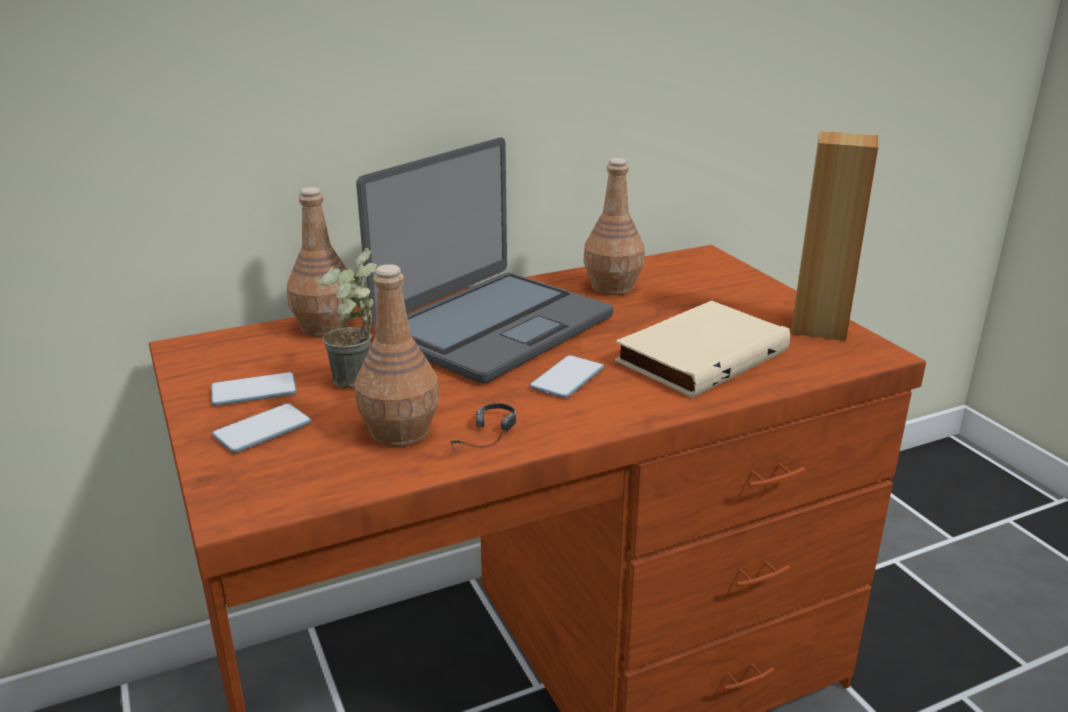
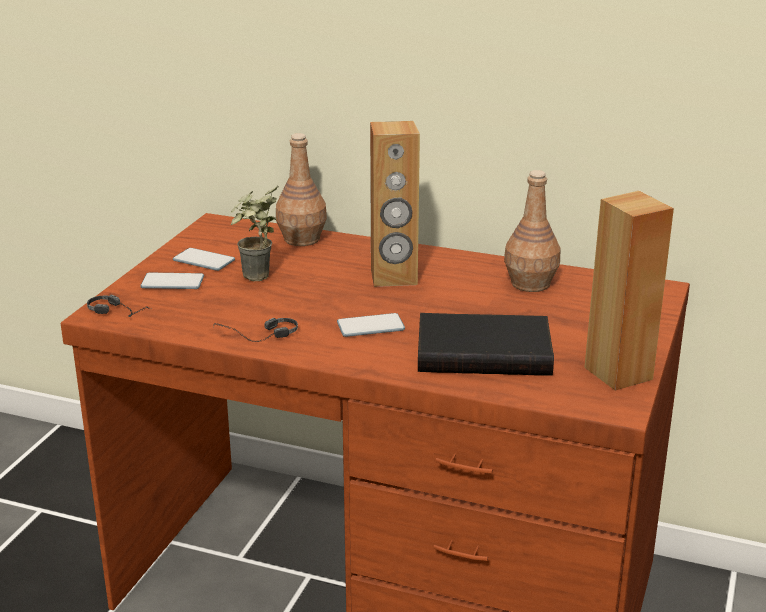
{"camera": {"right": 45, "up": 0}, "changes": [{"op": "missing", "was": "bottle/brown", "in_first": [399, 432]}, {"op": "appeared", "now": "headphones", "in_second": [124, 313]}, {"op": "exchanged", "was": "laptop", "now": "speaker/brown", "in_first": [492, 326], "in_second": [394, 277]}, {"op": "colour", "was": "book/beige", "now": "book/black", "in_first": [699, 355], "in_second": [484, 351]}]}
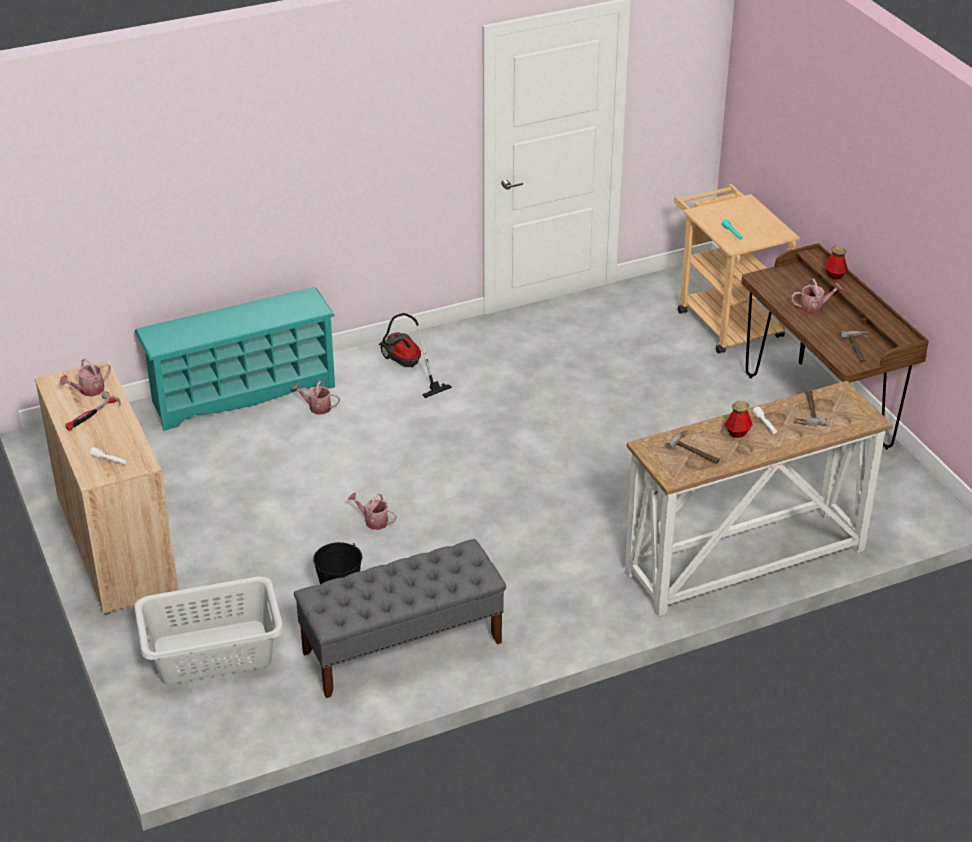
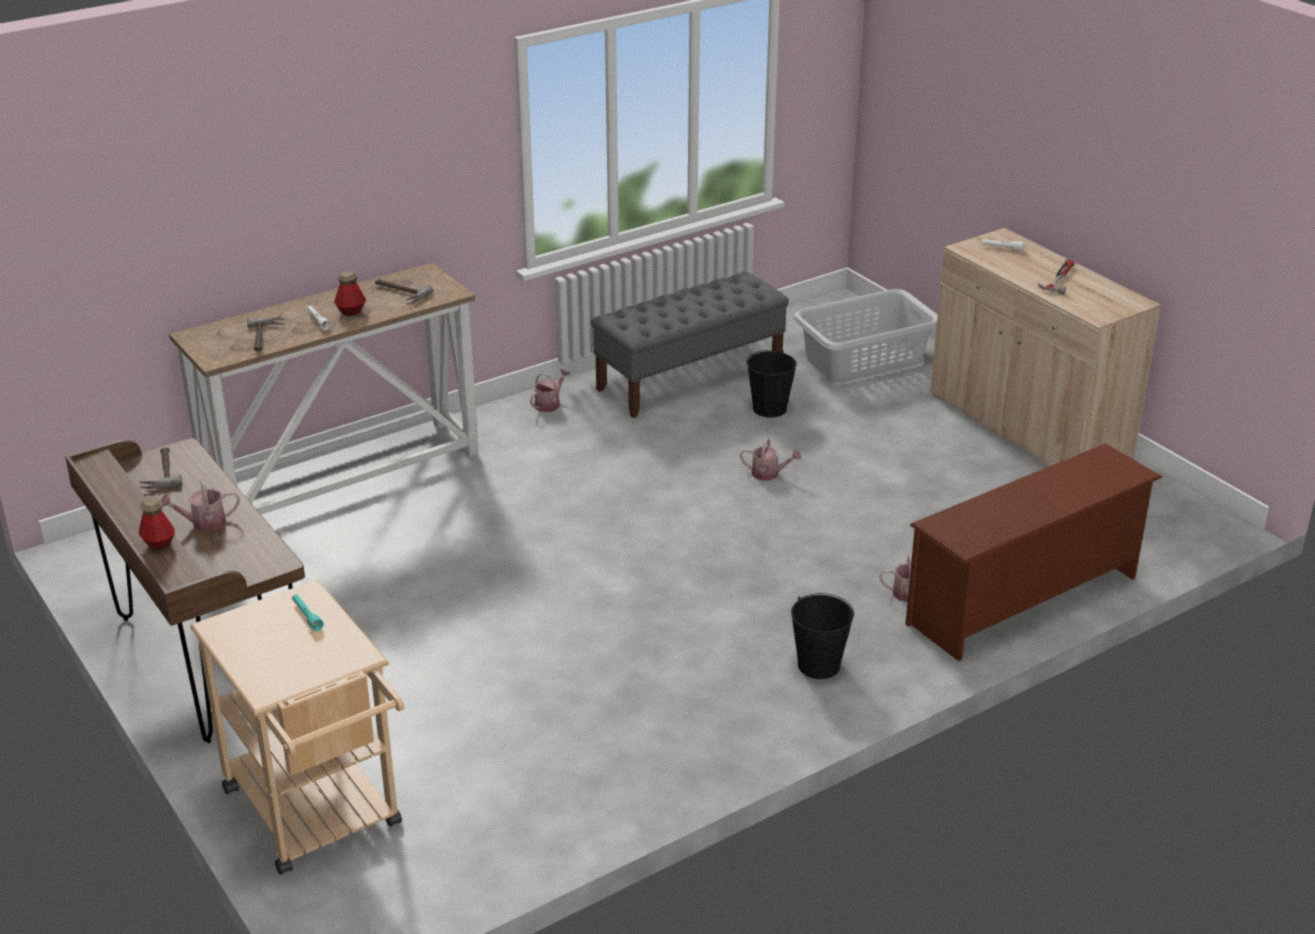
{"camera": {"right": 170, "up": -5}, "changes": [{"op": "relocated", "was": "watering can", "in_first": [88, 391], "in_second": [549, 404]}, {"op": "exchanged", "was": "vacuum cleaner", "now": "bucket/black", "in_first": [406, 367], "in_second": [818, 665]}, {"op": "colour", "was": "shoe rack/turquoise", "now": "shoe rack/brown", "in_first": [243, 393], "in_second": [1024, 601]}]}
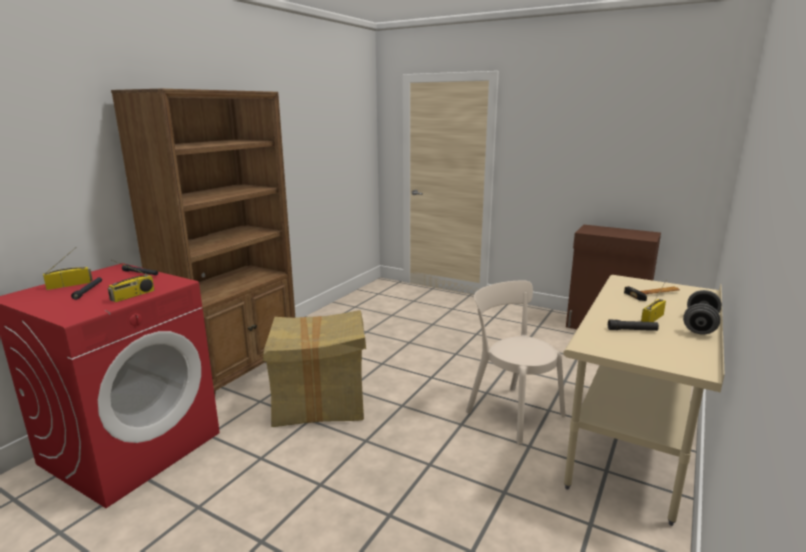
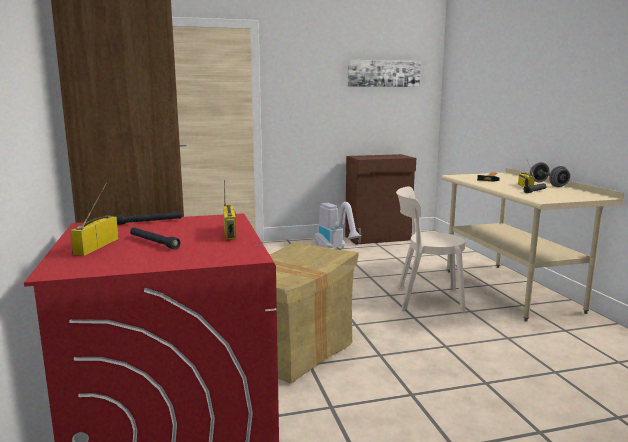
{"camera": {"right": -45, "up": -5}, "changes": [{"op": "appeared", "now": "vacuum cleaner", "in_second": [336, 248]}, {"op": "appeared", "now": "picture", "in_second": [383, 73]}]}
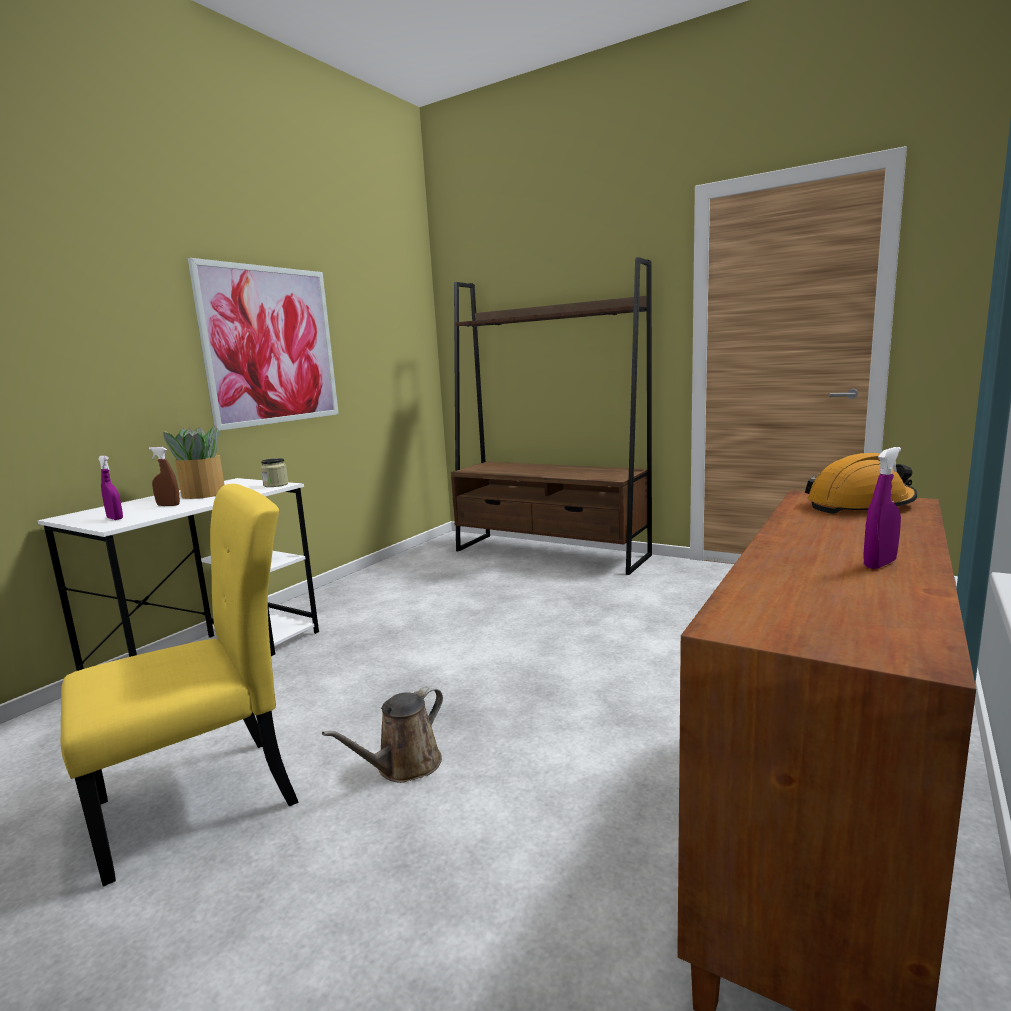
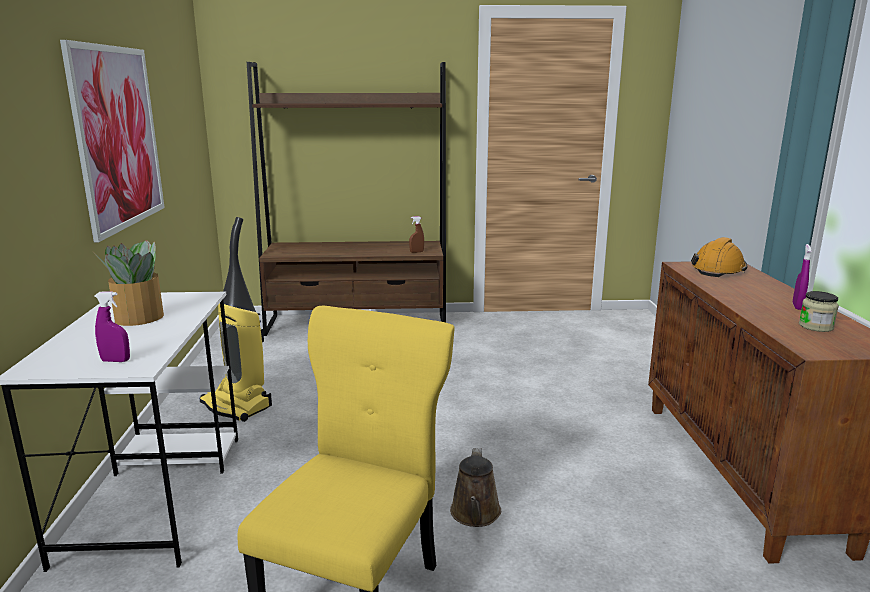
{"camera": {"right": -35, "up": 5}, "changes": [{"op": "appeared", "now": "vacuum cleaner", "in_second": [238, 405]}, {"op": "relocated", "was": "spray bottle/brown", "in_first": [168, 505], "in_second": [416, 252]}, {"op": "relocated", "was": "jar", "in_first": [276, 485], "in_second": [815, 326]}]}
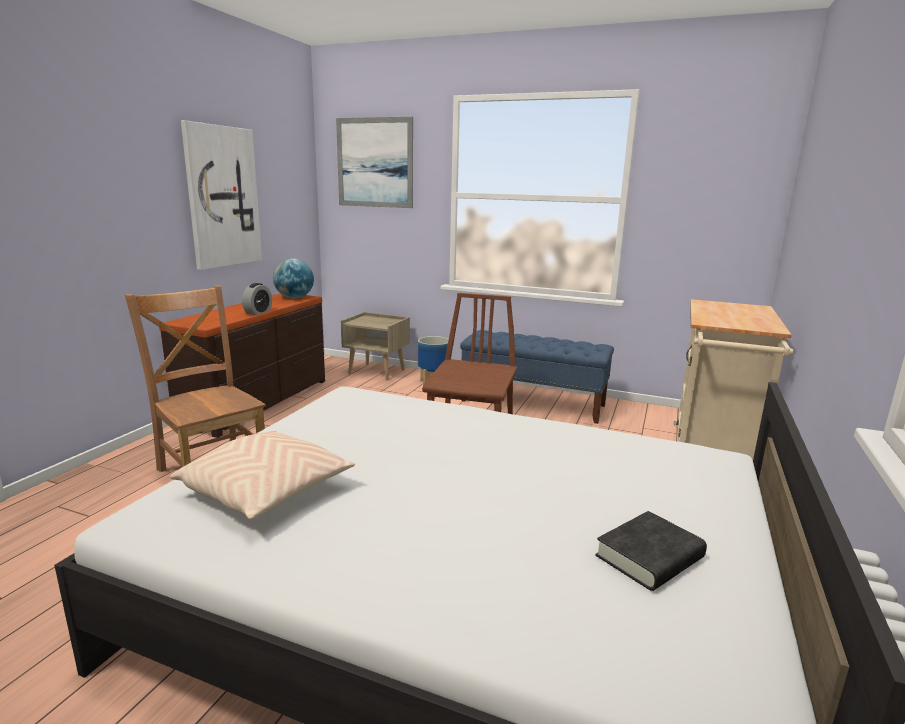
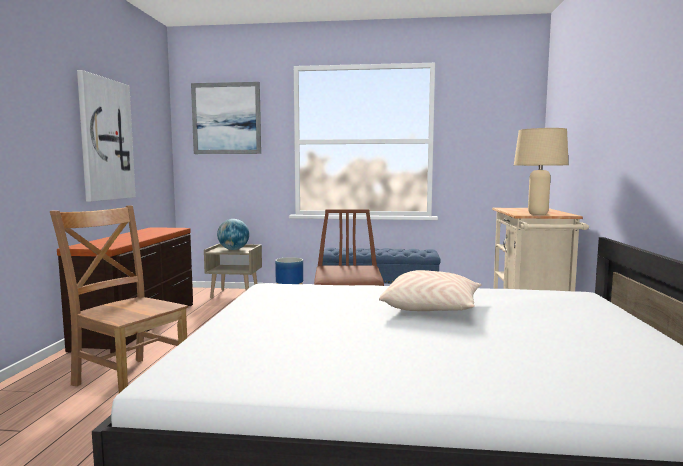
{"camera": {"right": -15, "up": -10}, "changes": [{"op": "missing", "was": "alarm clock", "in_first": [258, 312]}, {"op": "missing", "was": "book/black", "in_first": [649, 557]}, {"op": "appeared", "now": "table lamp/beige", "in_second": [537, 214]}, {"op": "relocated", "was": "pillow/beige", "in_first": [267, 492], "in_second": [431, 308]}, {"op": "relocated", "was": "globe", "in_first": [294, 298], "in_second": [233, 249]}]}
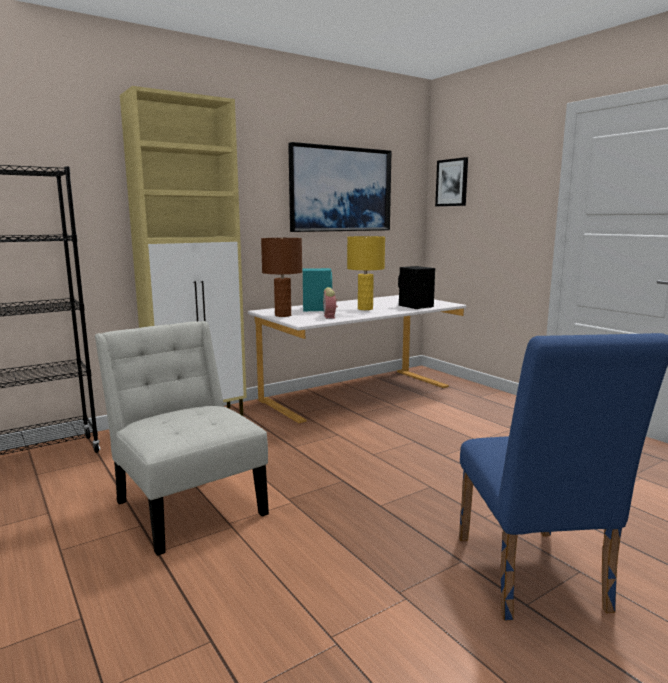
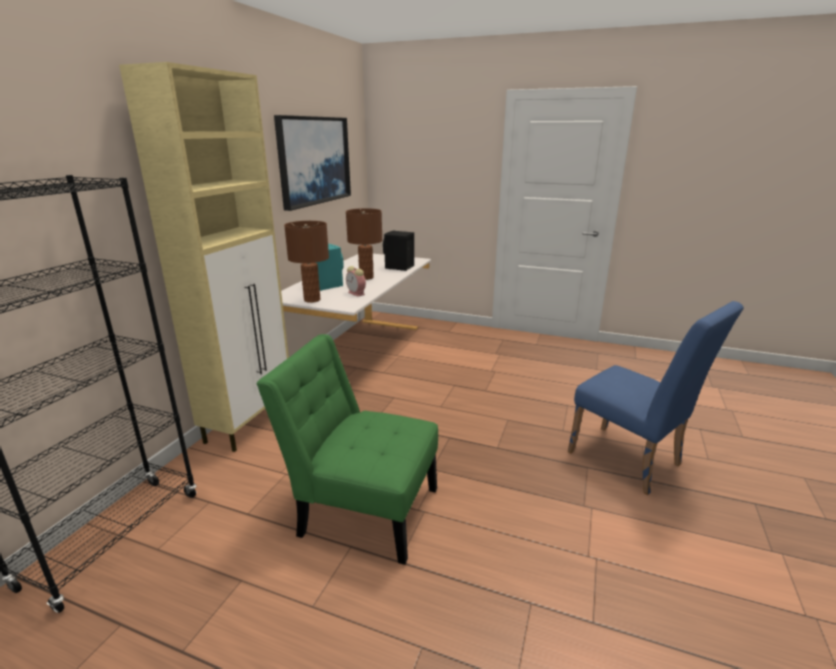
{"camera": {"right": -35, "up": 10}, "changes": [{"op": "missing", "was": "picture", "in_first": [452, 182]}, {"op": "colour", "was": "chair/white", "now": "chair/green", "in_first": [188, 504], "in_second": [362, 509]}, {"op": "colour", "was": "table lamp/yellow", "now": "table lamp/brown", "in_first": [365, 309], "in_second": [366, 277]}]}
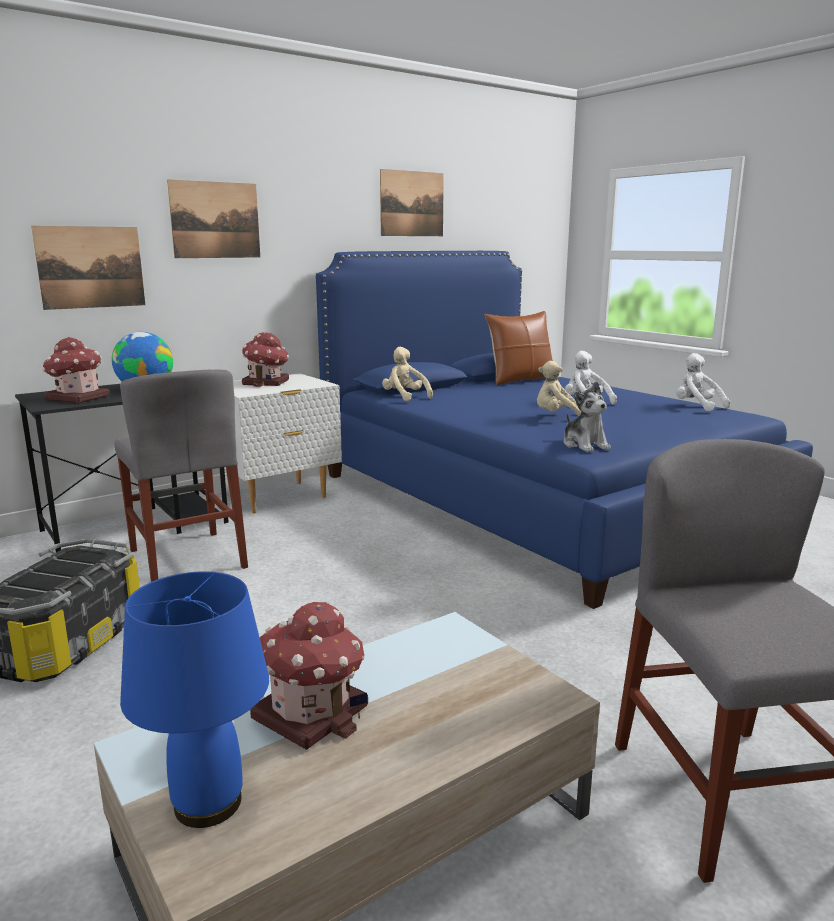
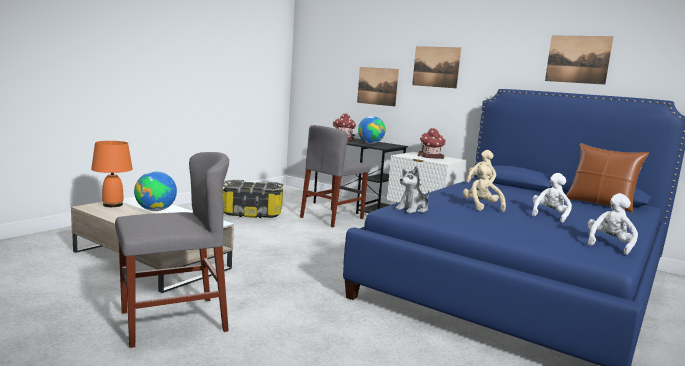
{"camera": {"right": 70, "up": -5}, "changes": [{"op": "exchanged", "was": "toy house", "now": "globe", "in_first": [312, 712], "in_second": [156, 210]}, {"op": "colour", "was": "table lamp/blue", "now": "table lamp/orange", "in_first": [209, 804], "in_second": [112, 205]}]}
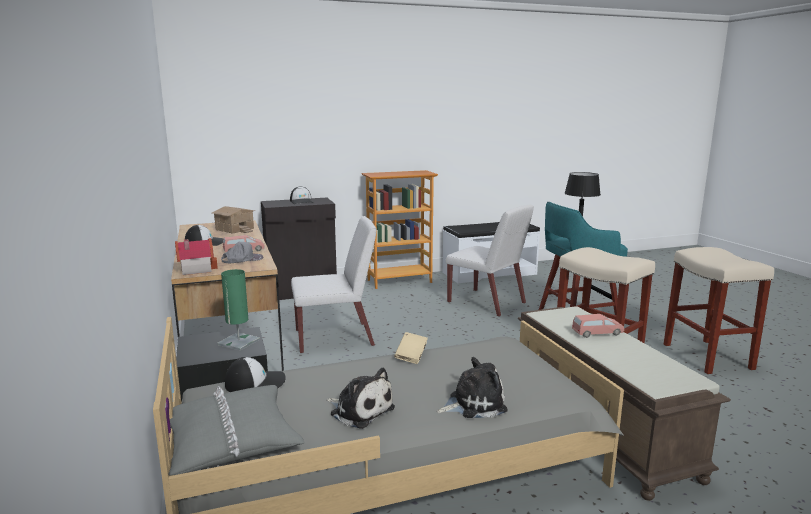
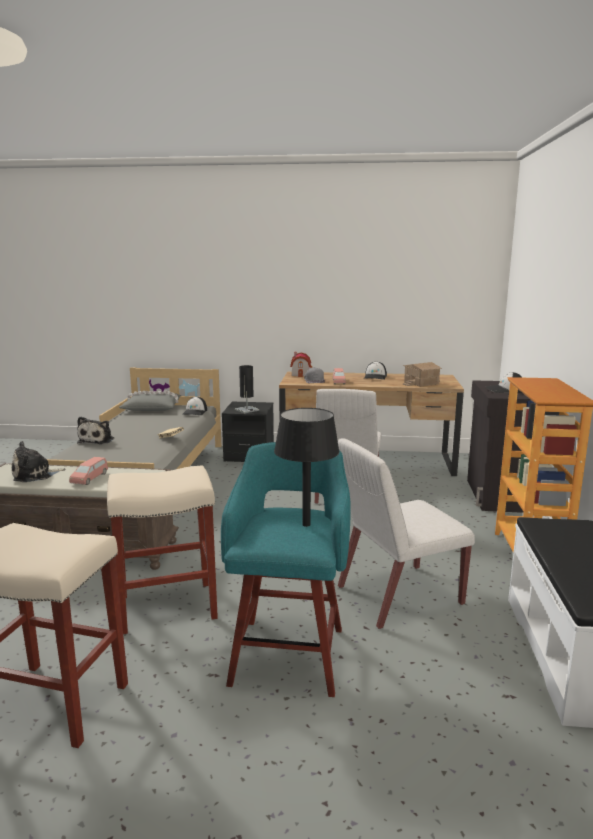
{"camera": {"right": 115, "up": 0}, "changes": [{"op": "relocated", "was": "plush toy", "in_first": [360, 410], "in_second": [35, 475]}, {"op": "colour", "was": "table lamp/green", "now": "table lamp/black", "in_first": [238, 342], "in_second": [247, 410]}]}
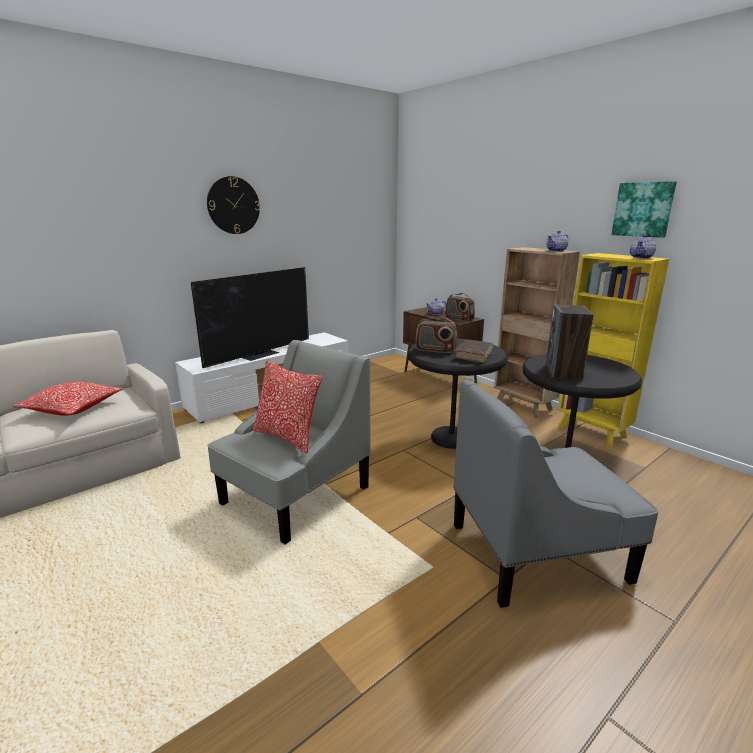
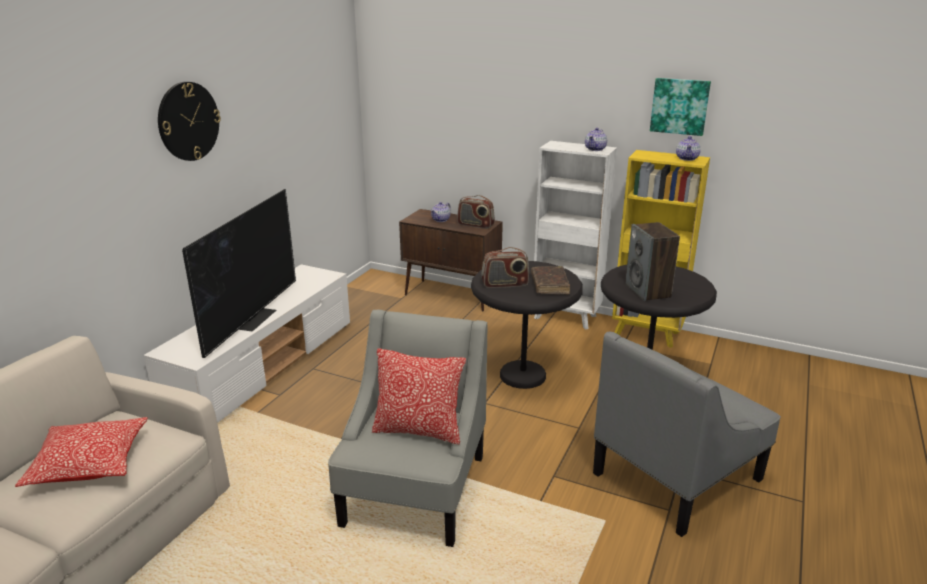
{"camera": {"right": -25, "up": 5}, "changes": [{"op": "colour", "was": "bookcase/brown", "now": "bookcase/white", "in_first": [524, 406], "in_second": [566, 317]}]}
